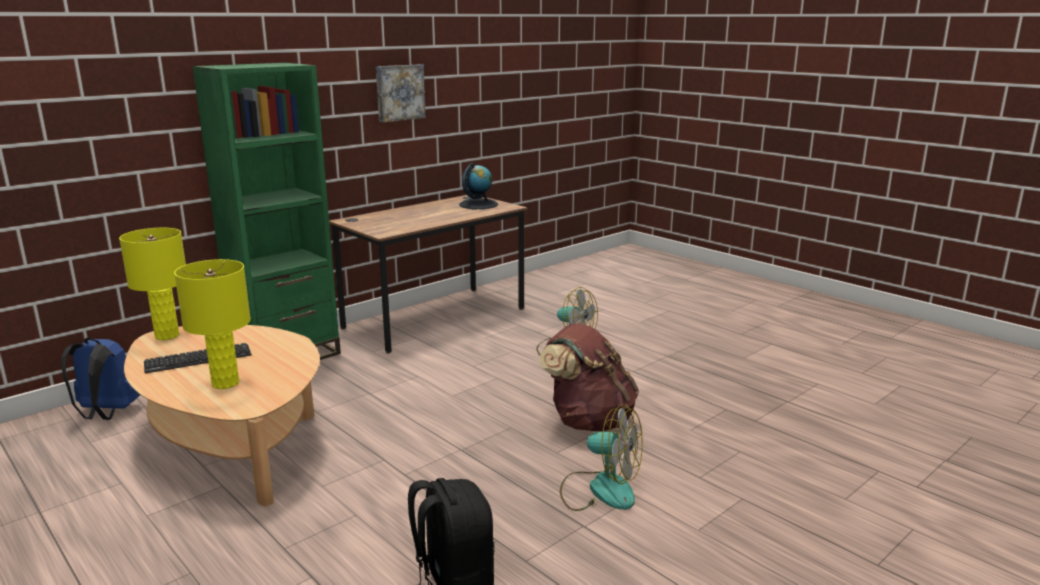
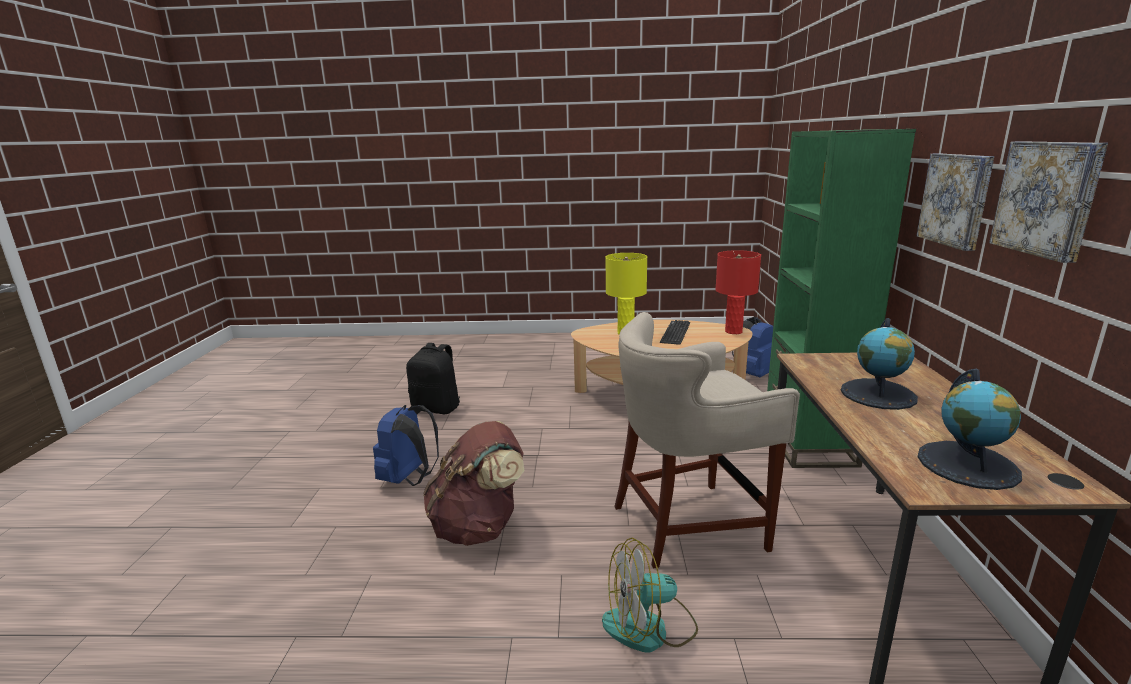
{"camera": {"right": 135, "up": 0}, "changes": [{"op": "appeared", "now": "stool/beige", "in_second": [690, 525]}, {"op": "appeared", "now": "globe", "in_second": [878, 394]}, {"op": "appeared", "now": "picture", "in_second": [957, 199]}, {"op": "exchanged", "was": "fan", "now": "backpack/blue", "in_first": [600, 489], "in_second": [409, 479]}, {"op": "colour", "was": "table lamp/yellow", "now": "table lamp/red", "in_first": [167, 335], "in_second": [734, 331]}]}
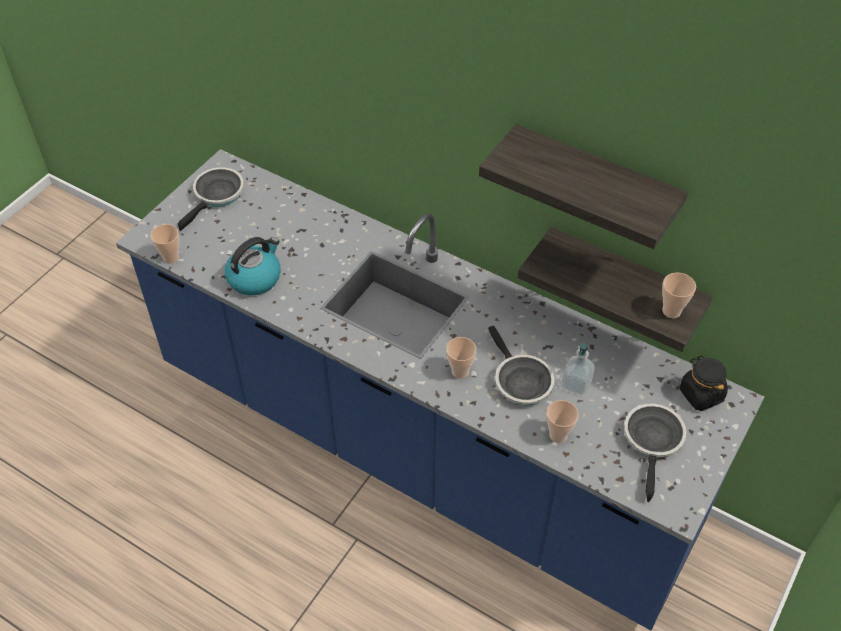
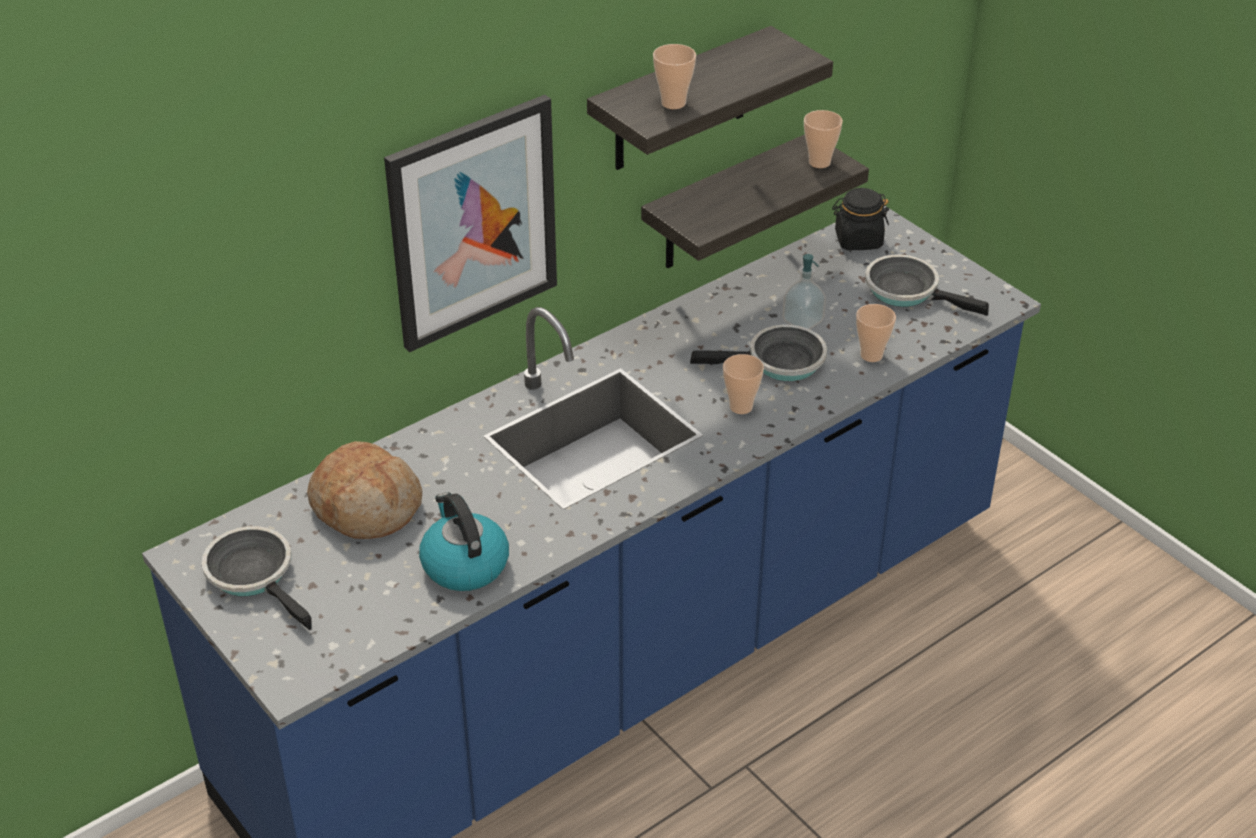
{"camera": {"right": -70, "up": -10}, "changes": [{"op": "appeared", "now": "bread", "in_second": [366, 506]}, {"op": "appeared", "now": "picture", "in_second": [472, 222]}, {"op": "relocated", "was": "cup", "in_first": [171, 258], "in_second": [673, 103]}]}
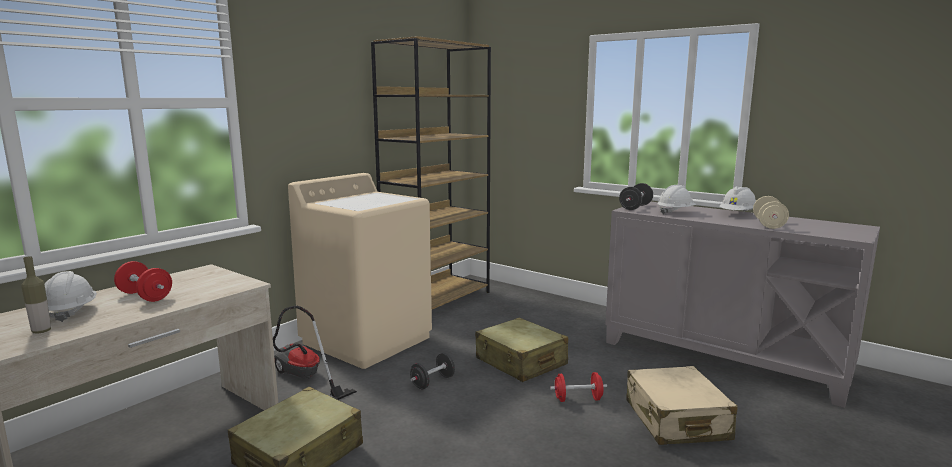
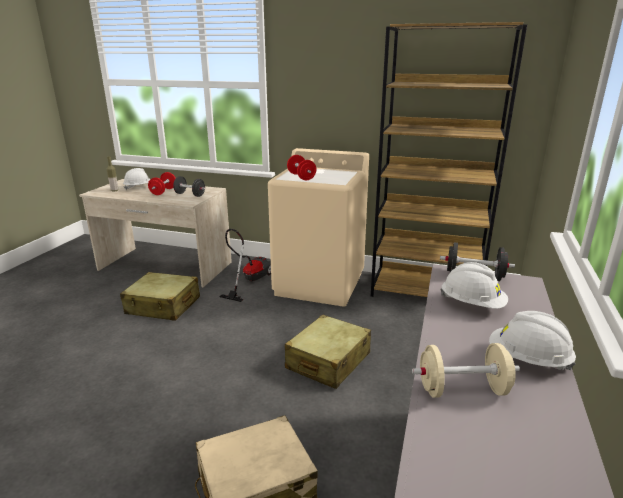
{"camera": {"right": 70, "up": 10}, "changes": [{"op": "relocated", "was": "dumbbell/black", "in_first": [433, 382], "in_second": [190, 195]}, {"op": "relocated", "was": "dumbbell/red", "in_first": [578, 399], "in_second": [301, 177]}]}
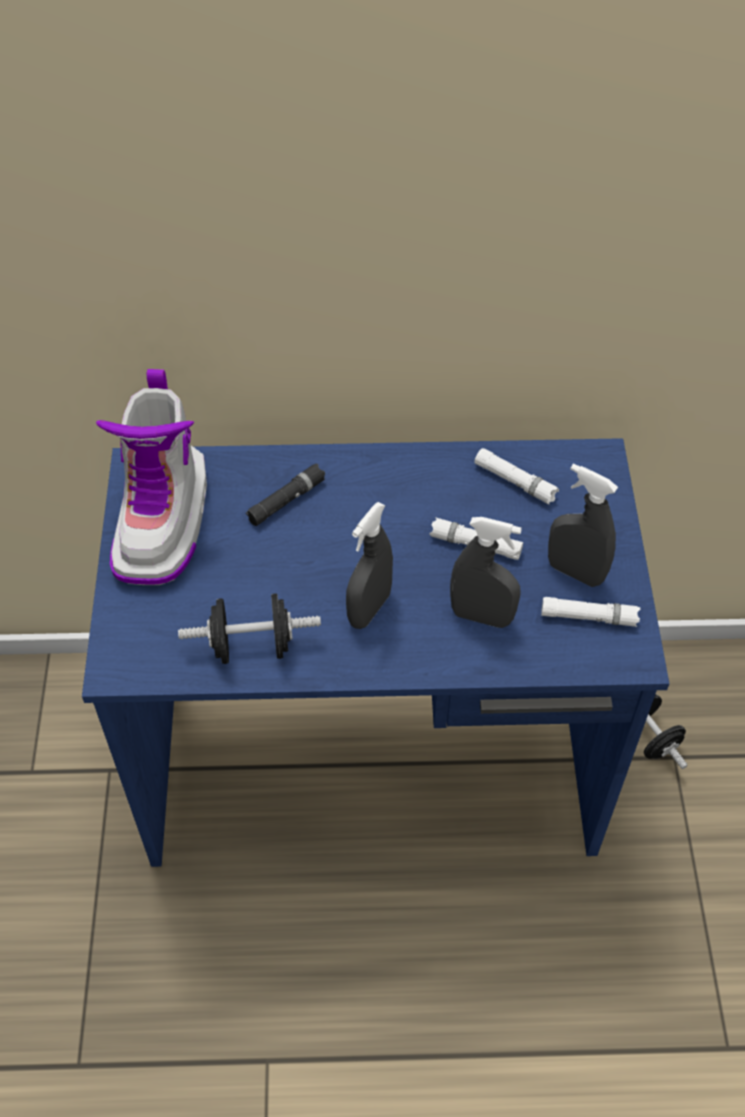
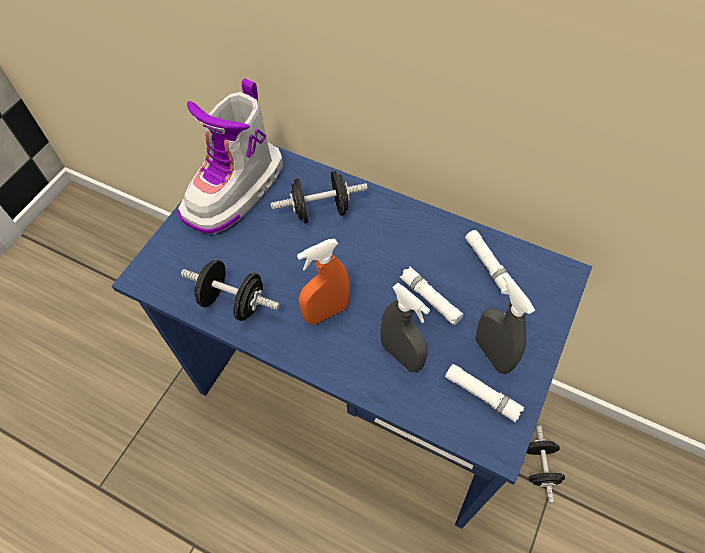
{"camera": {"right": 30, "up": 5}, "changes": [{"op": "exchanged", "was": "flashlight/black", "now": "dumbbell/black", "in_first": [286, 500], "in_second": [321, 210]}, {"op": "colour", "was": "spray bottle/grey", "now": "spray bottle/orange", "in_first": [369, 609], "in_second": [326, 312]}]}
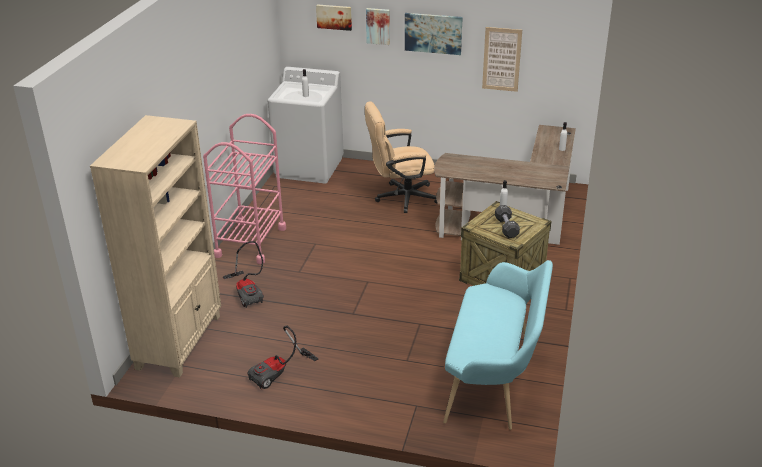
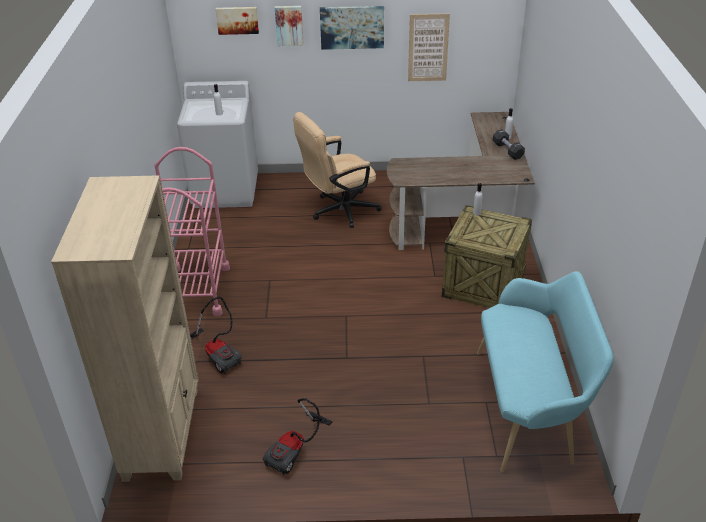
{"camera": {"right": -15, "up": 5}, "changes": [{"op": "relocated", "was": "dumbbell/black", "in_first": [506, 227], "in_second": [507, 151]}]}
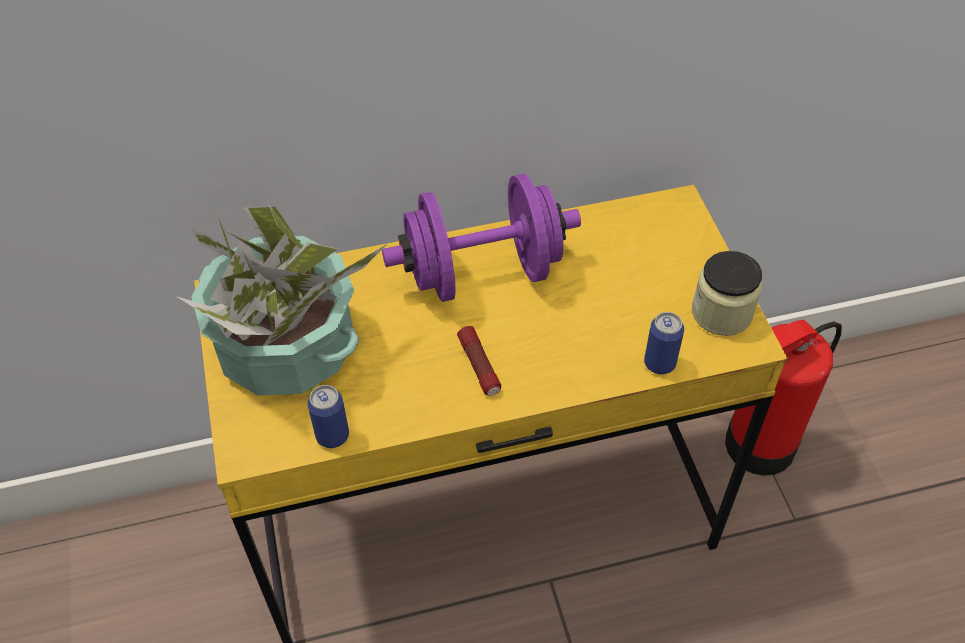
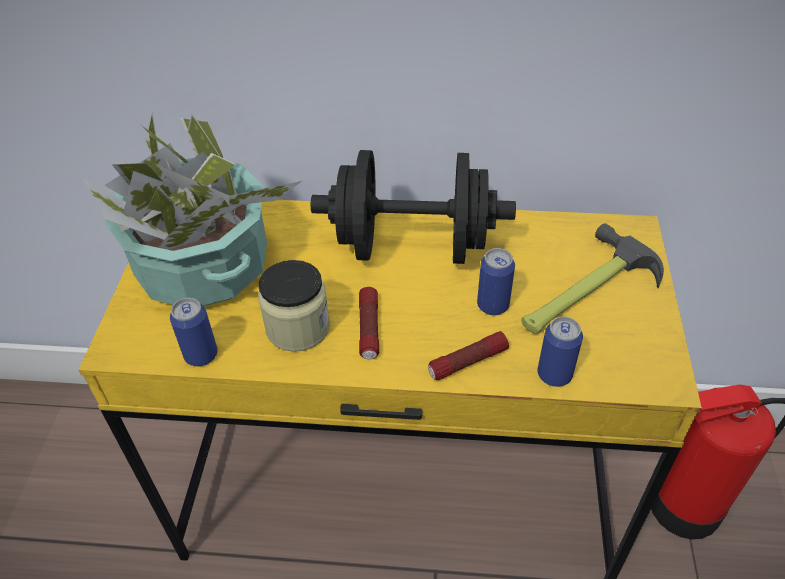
{"camera": {"right": 20, "up": -5}, "changes": [{"op": "appeared", "now": "flashlight", "in_second": [467, 362]}, {"op": "appeared", "now": "can", "in_second": [493, 305]}, {"op": "appeared", "now": "hammer", "in_second": [584, 292]}, {"op": "relocated", "was": "jar", "in_first": [721, 313], "in_second": [298, 327]}, {"op": "colour", "was": "dumbbell/purple", "now": "dumbbell/black", "in_first": [482, 273], "in_second": [412, 246]}]}
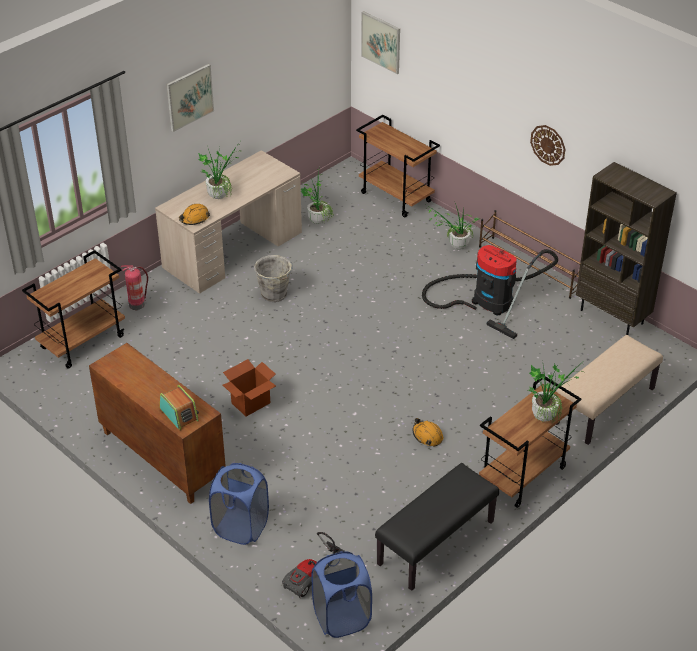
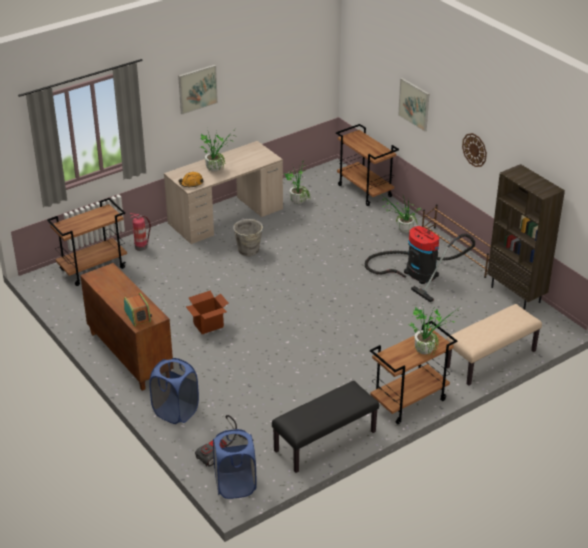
{"camera": {"right": 10, "up": -5}, "changes": [{"op": "missing", "was": "hard hat/orange", "in_first": [427, 436]}, {"op": "relocated", "was": "picture", "in_first": [381, 42], "in_second": [414, 104]}]}
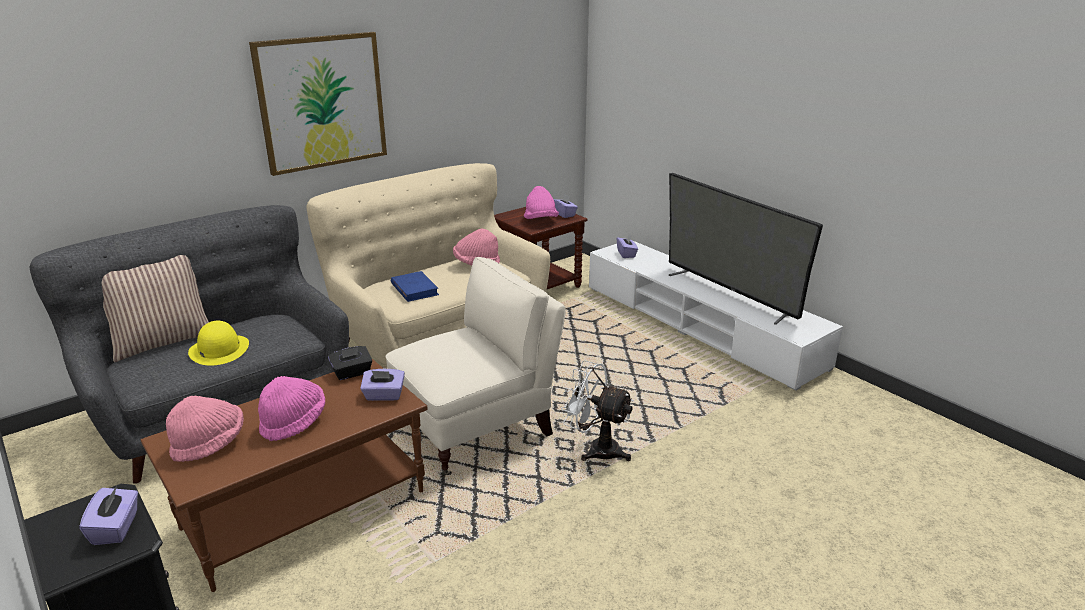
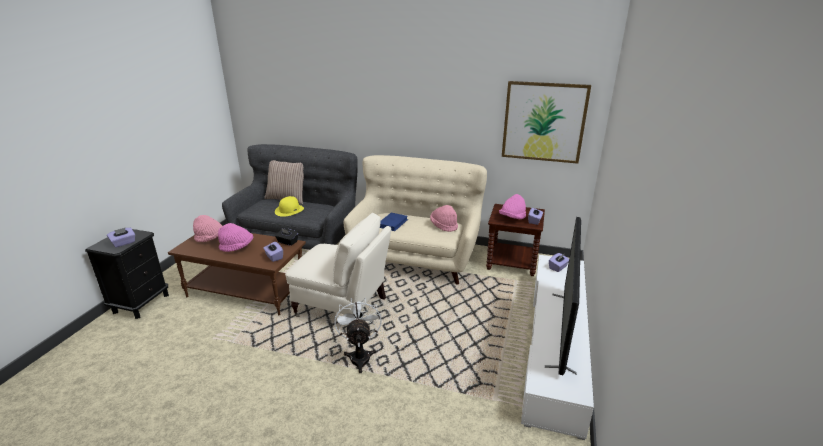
{"camera": {"right": 55, "up": 0}, "changes": [{"op": "relocated", "was": "picture", "in_first": [322, 102], "in_second": [544, 122]}]}
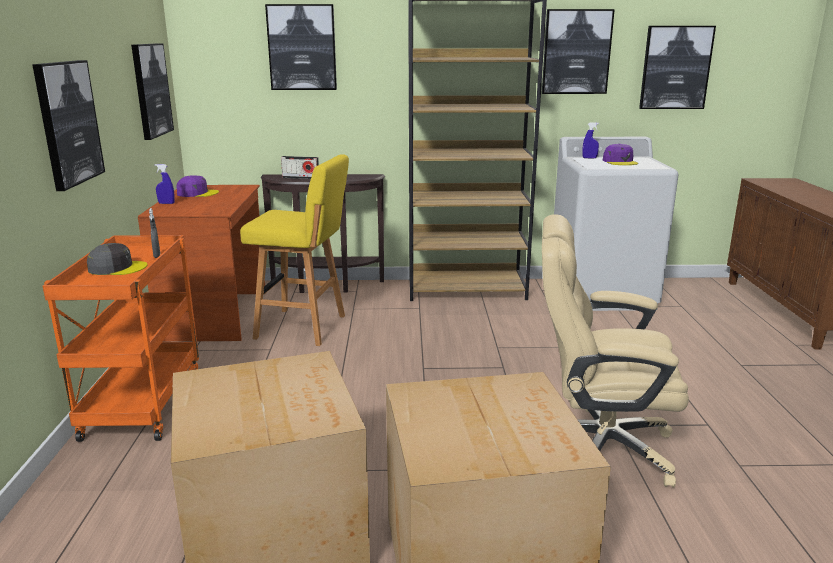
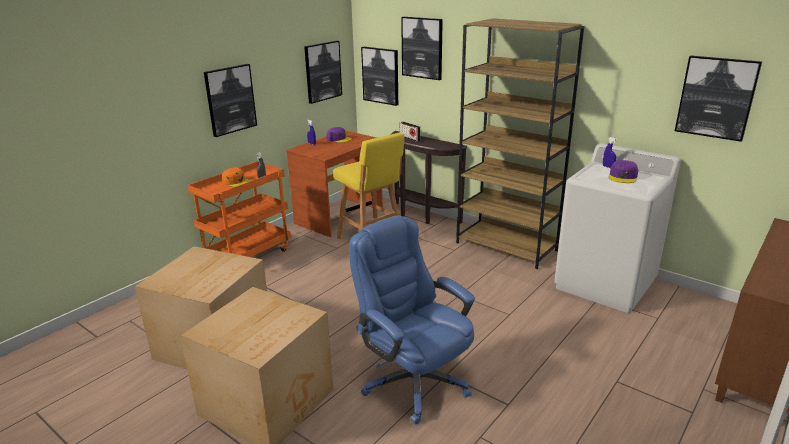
{"camera": {"right": 40, "up": 5}, "changes": [{"op": "relocated", "was": "picture", "in_first": [576, 52], "in_second": [381, 75]}, {"op": "colour", "was": "cap/grey", "now": "cap/orange", "in_first": [117, 268], "in_second": [236, 182]}, {"op": "colour", "was": "office chair/beige", "now": "office chair/blue", "in_first": [598, 448], "in_second": [413, 381]}]}
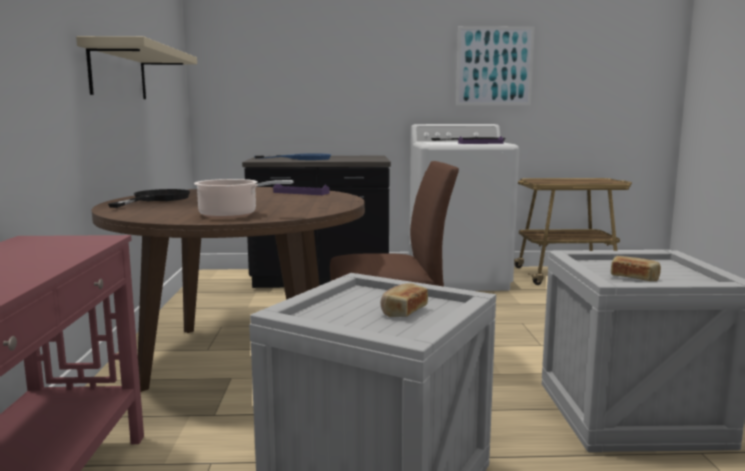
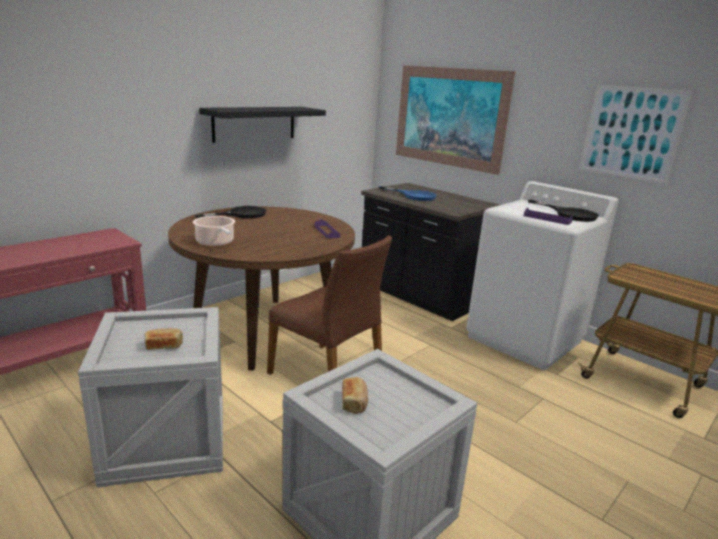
{"camera": {"right": 45, "up": 10}, "changes": [{"op": "appeared", "now": "picture", "in_second": [449, 117]}, {"op": "colour", "was": "shelf/beige", "now": "shelf/black", "in_first": [118, 72], "in_second": [254, 123]}]}
